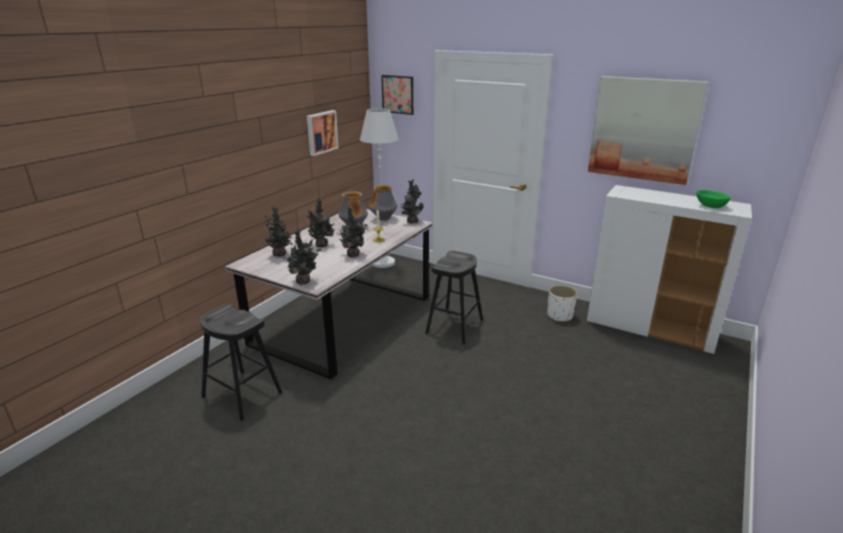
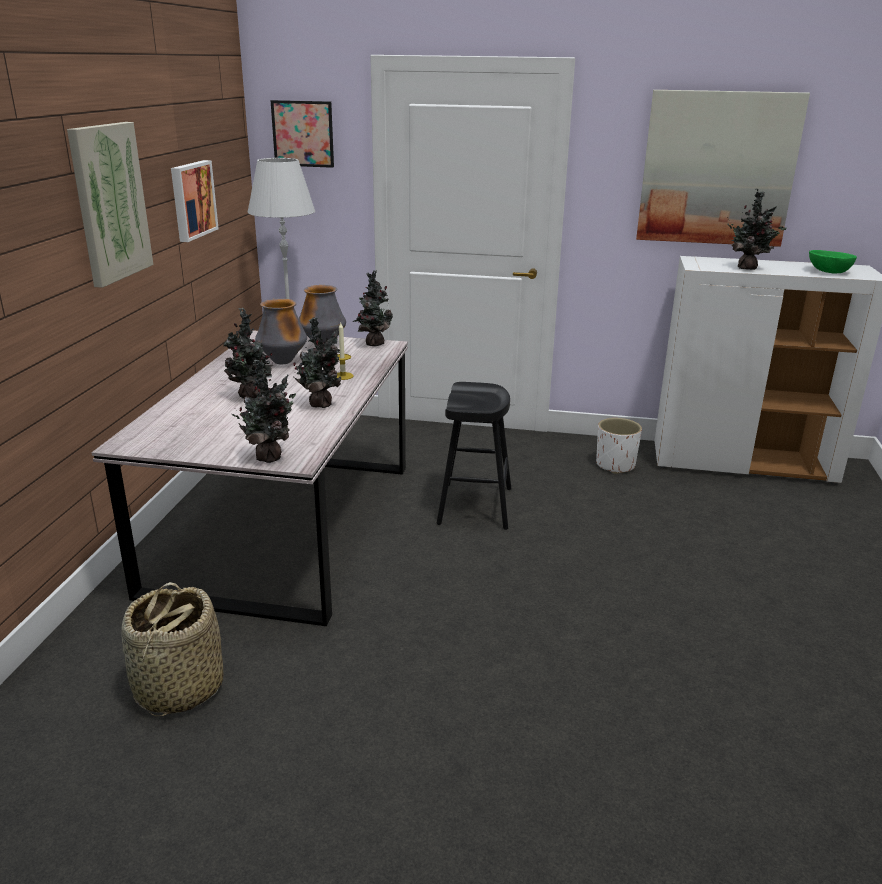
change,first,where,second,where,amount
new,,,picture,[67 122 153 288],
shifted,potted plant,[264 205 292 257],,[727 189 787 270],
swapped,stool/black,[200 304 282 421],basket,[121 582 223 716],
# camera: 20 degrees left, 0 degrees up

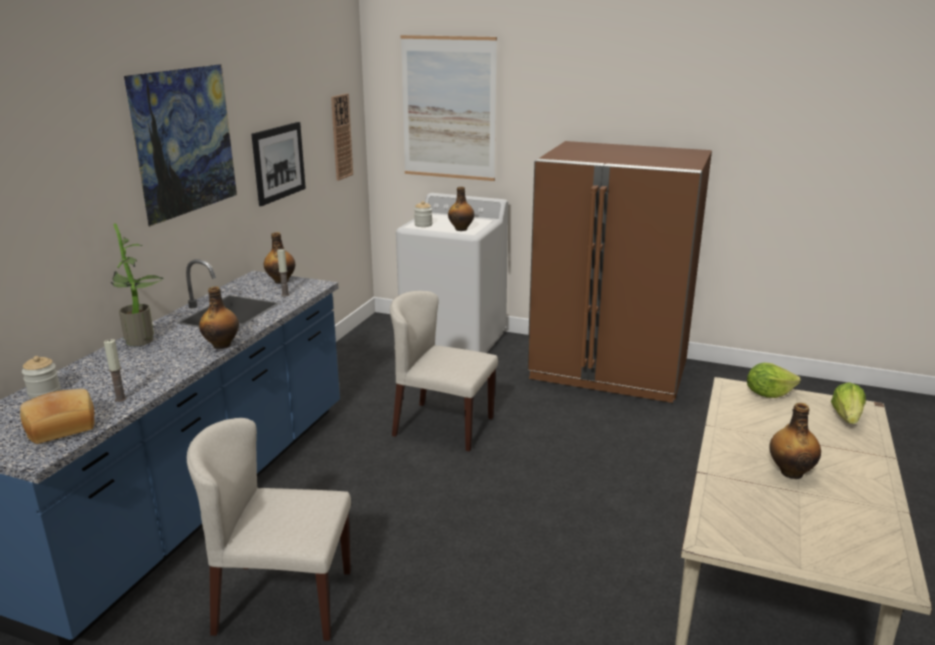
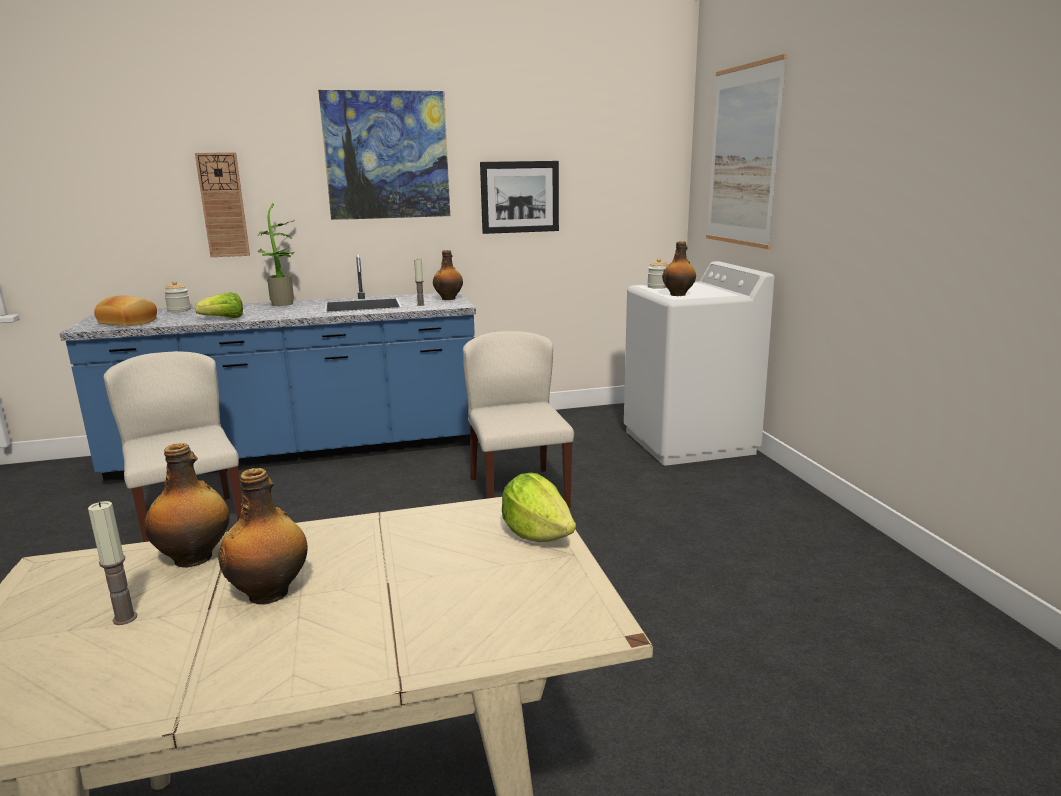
change,first,where,second,where,amount
gone,fridge/brown,[527 141 712 403],,,
shifted,candle,[104 339 127 402],,[88 501 137 625],
shifted,bottle,[199 286 239 349],,[144 443 230 568],
shifted,wall clock,[331 93 353 181],,[195 152 250 257],
shifted,lettuce,[831 382 866 424],,[195 292 243 318],
# camera: 55 degrees right, 5 degrees down

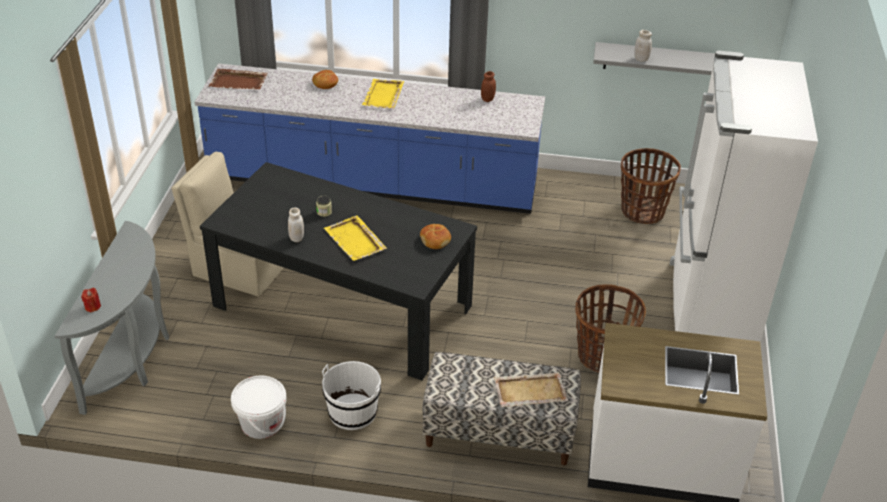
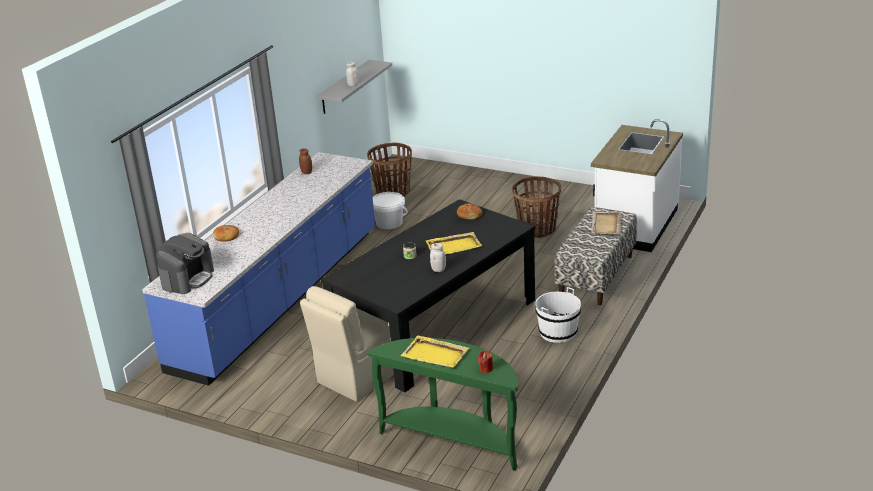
change,first,where,second,where,amount
gone,fridge/white,[670 51 818 342],,,
shifted,bucket/white,[231 376 287 439],,[373 192 408 230],
shifted,tray/yellow,[362 79 404 108],,[401 336 469 368],
swapped,tray/brown,[209 69 268 89],coffee machine,[156 233 214 294],
repainted,console table/grey,[55 221 169 415],console table/green,[367 338 518 471],
# camera: 70 degrees left, 10 degrees down

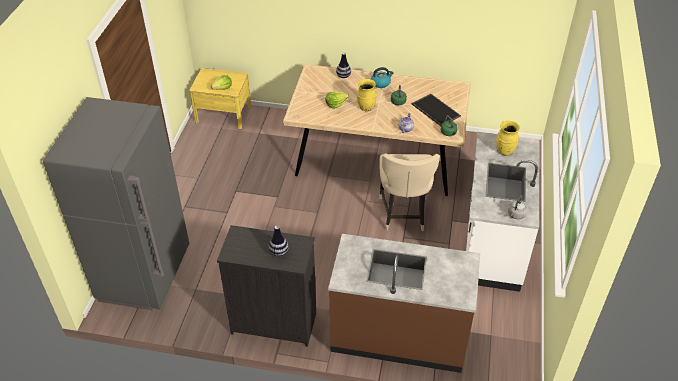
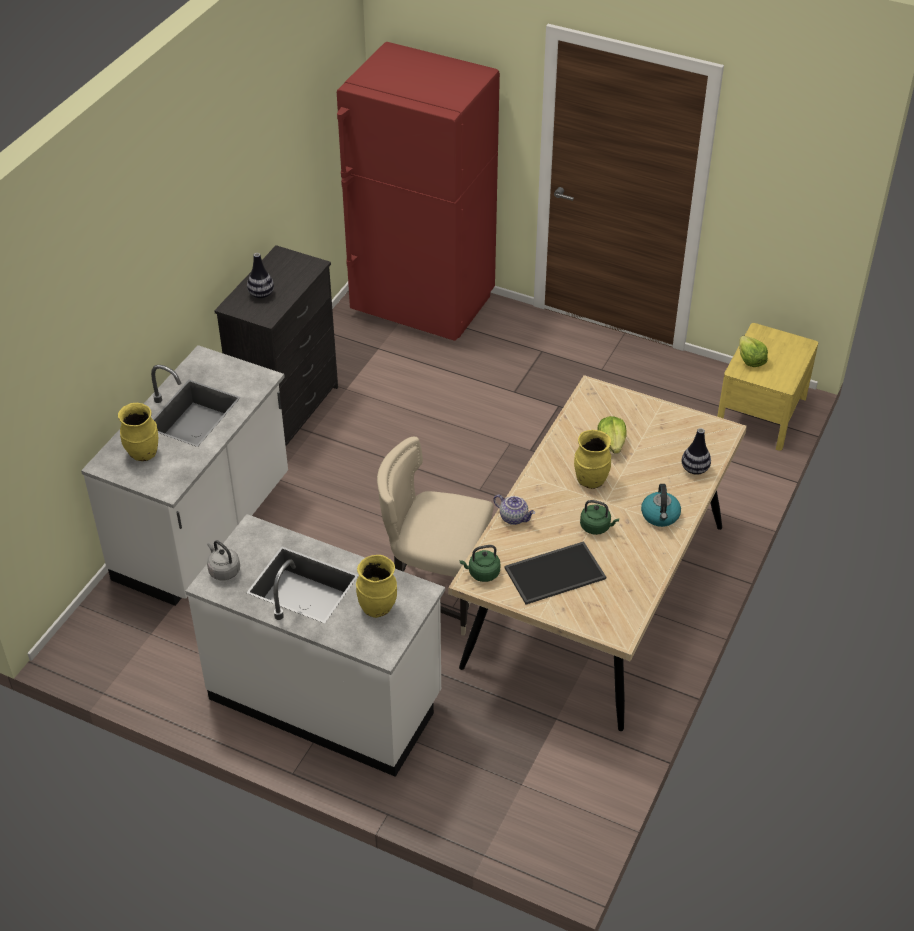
change,first,where,second,where,amount
new,,,vase/yellow,[118 403 158 461],
repainted,fridge/grey,[43 97 189 310],fridge/red,[337 42 500 341],
repainted,counter/brown,[328 234 480 373],counter/white,[81 345 288 606],
# camera: 105 degrees right, 0 degrees up

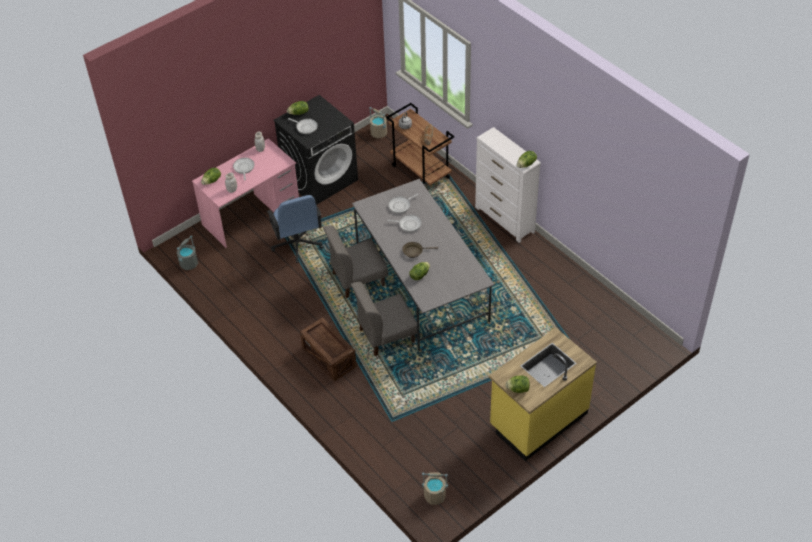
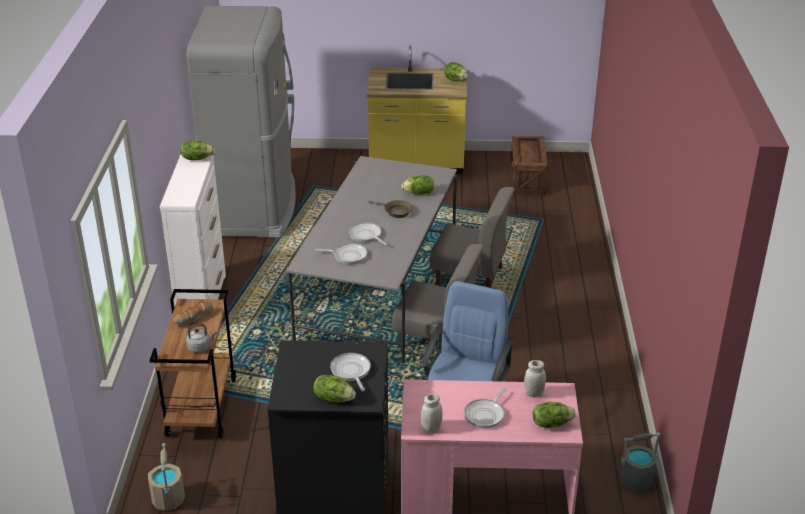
change,first,where,second,where,amount
gone,bucket/beige,[422 472 448 505],,,
new,,,fridge/grey,[187 6 296 237],
shifted,crate,[300 317 357 381],,[511 136 548 195],
# camera: 140 degrees left, 15 degrees down

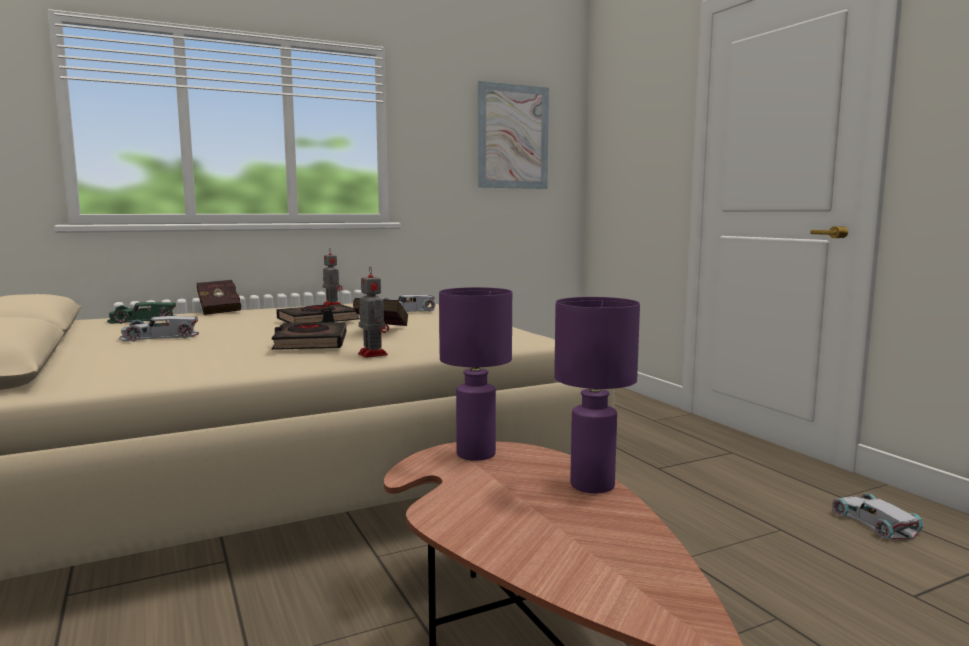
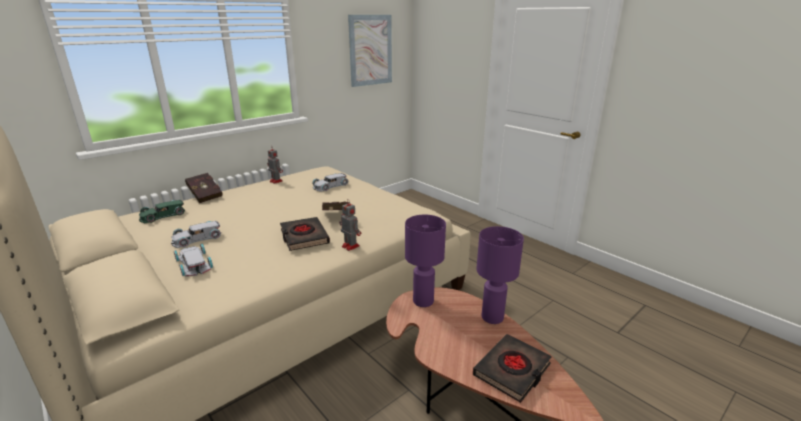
change,first,where,second,where,amount
shifted,book/black,[276 304 360 323],,[473 334 552 403],
shifted,toy car/white,[832 493 924 540],,[174 243 213 277],
# camera: 15 degrees left, 15 degrees up

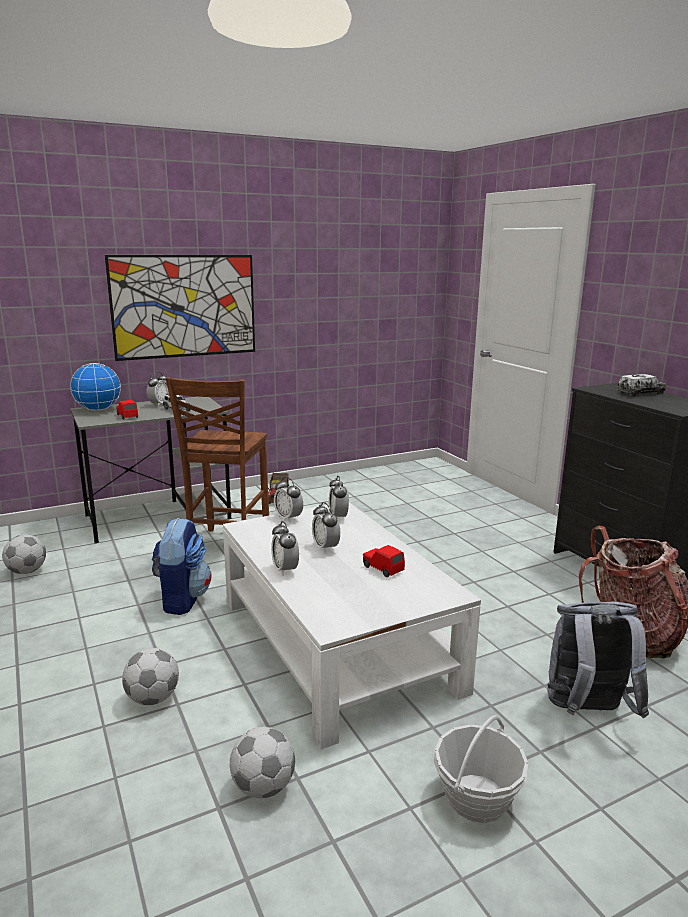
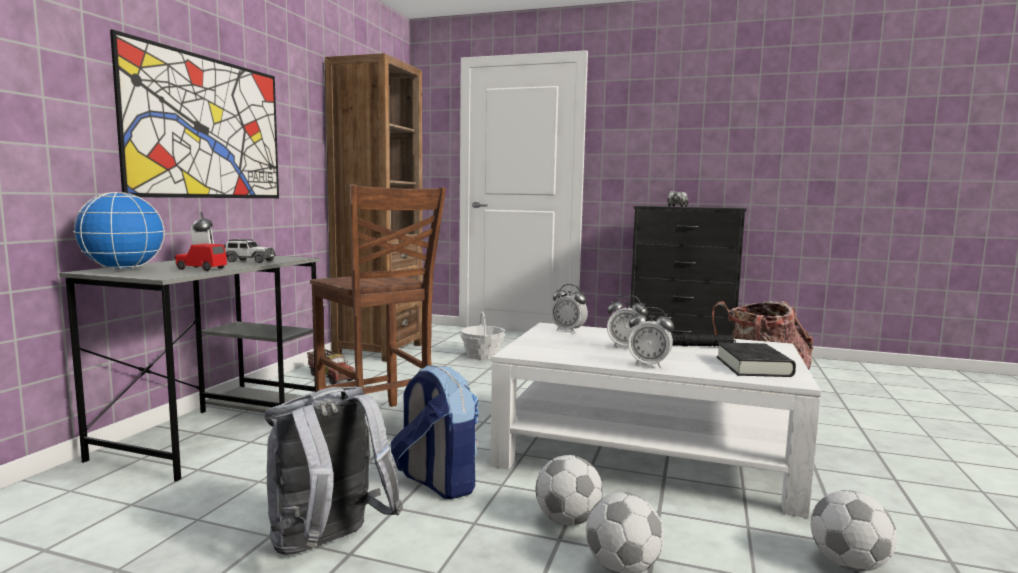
change,first,where,second,where,amount
gone,alarm clock,[274 477 303 522],,,
new,,,bookcase/brown,[325 53 422 362],
new,,,book/black,[716 342 796 377],
shifted,football,[2 534 46 574],,[536 455 603 526],
shifted,basket,[434 715 528 823],,[460 312 505 360],
shifted,backpack/grey,[547 601 649 718],,[265 386 403 555],
swapped,toy car/red,[363 545 405 577],flashlight/black,[671 333 736 347],
# camera: 45 degrees left, 10 degrees down

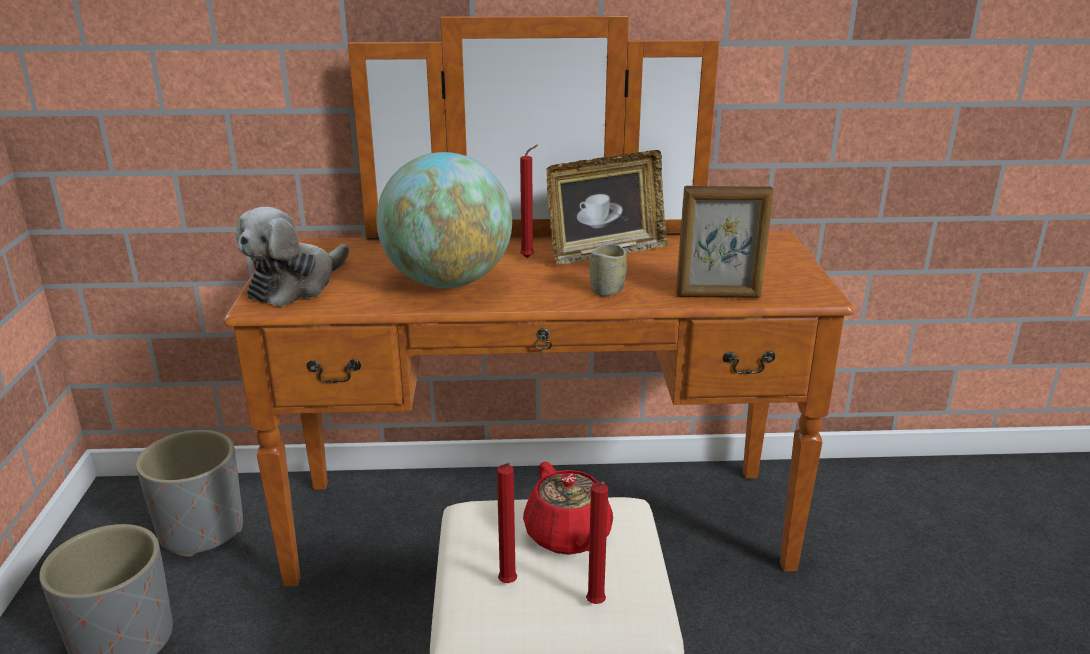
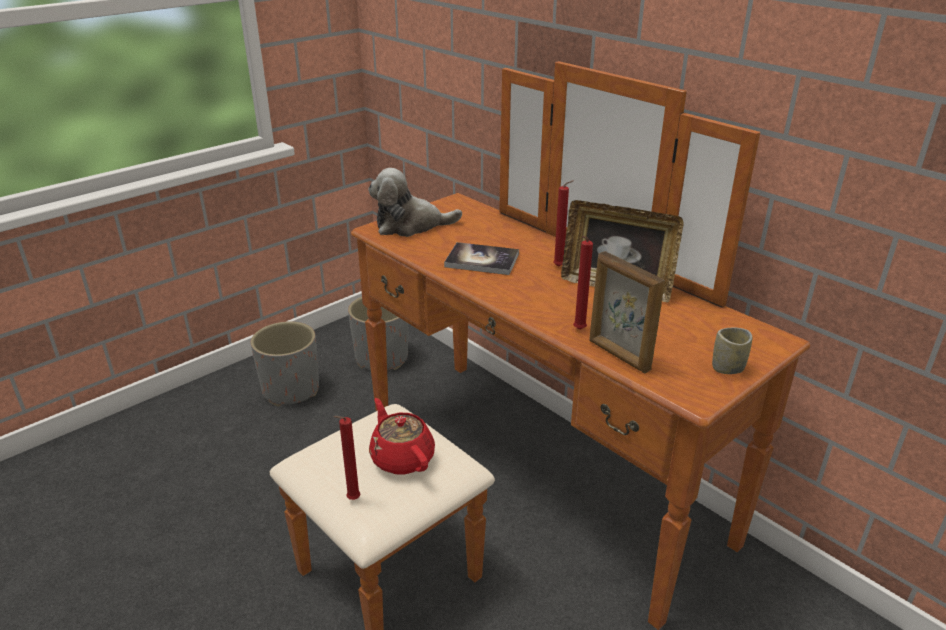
change,first,where,second,where,amount
shifted,candle/red,[497 462 517 583],,[573 236 593 330],
shifted,cup,[590 244 627 296],,[712 328 752 374],
swapped,globe,[376 152 512 288],book,[444 242 519 275],
rotated,teapot/red,[523 462 613 555],,[369 398 435 474],120 degrees clockwise
# camera: 50 degrees right, 5 degrees up

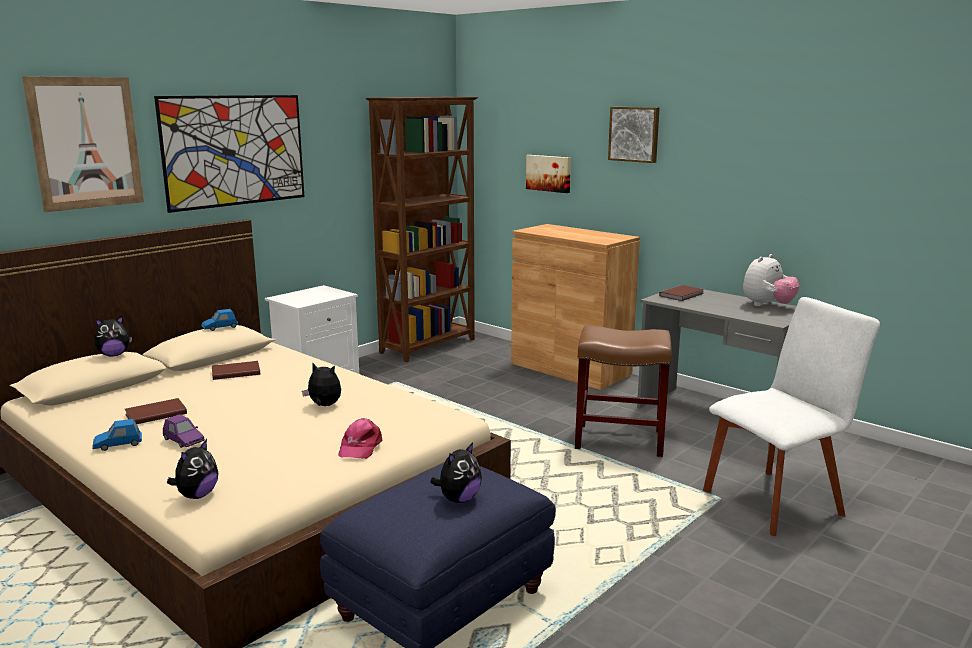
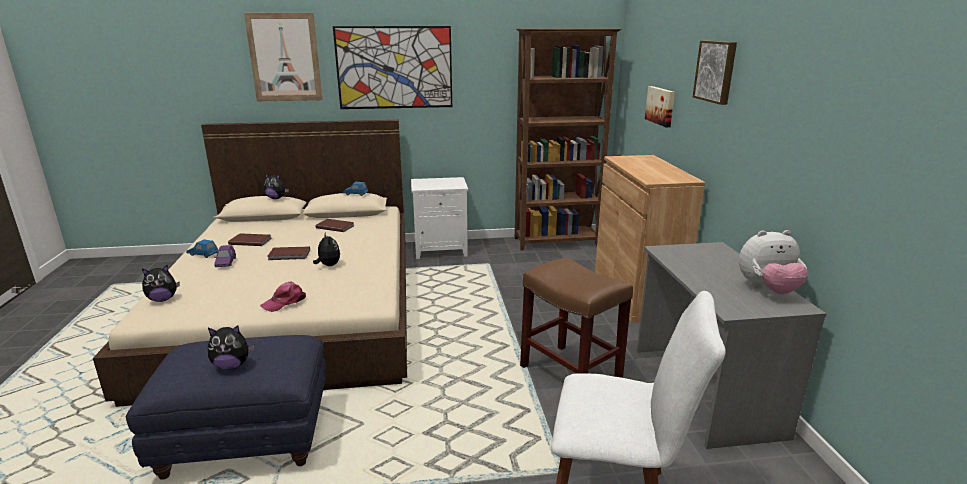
change,first,where,second,where,amount
shifted,book/brown,[659 285 704 301],,[268 246 310 260],
# camera: 40 degrees right, 5 degrees up

